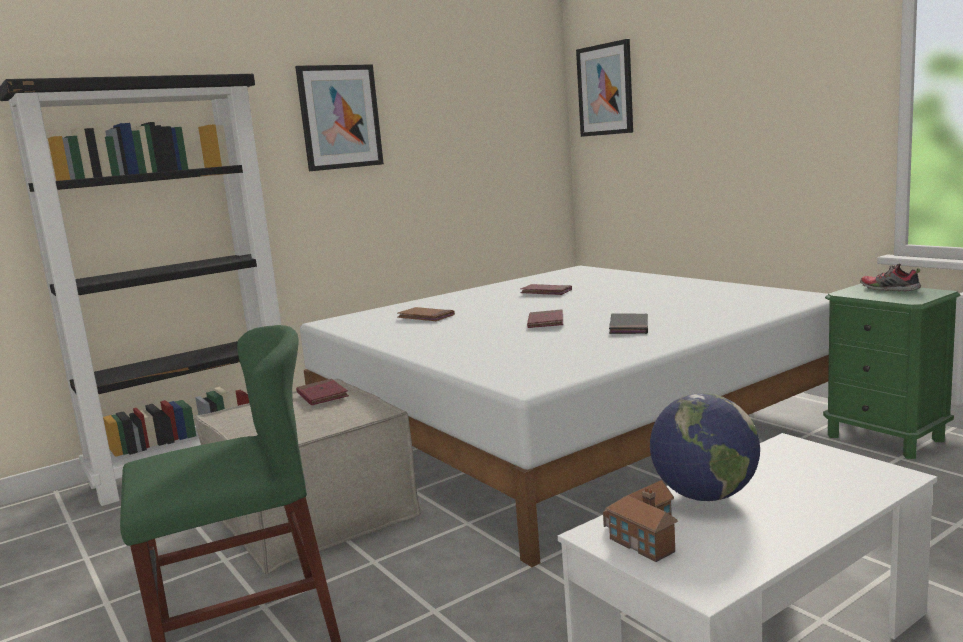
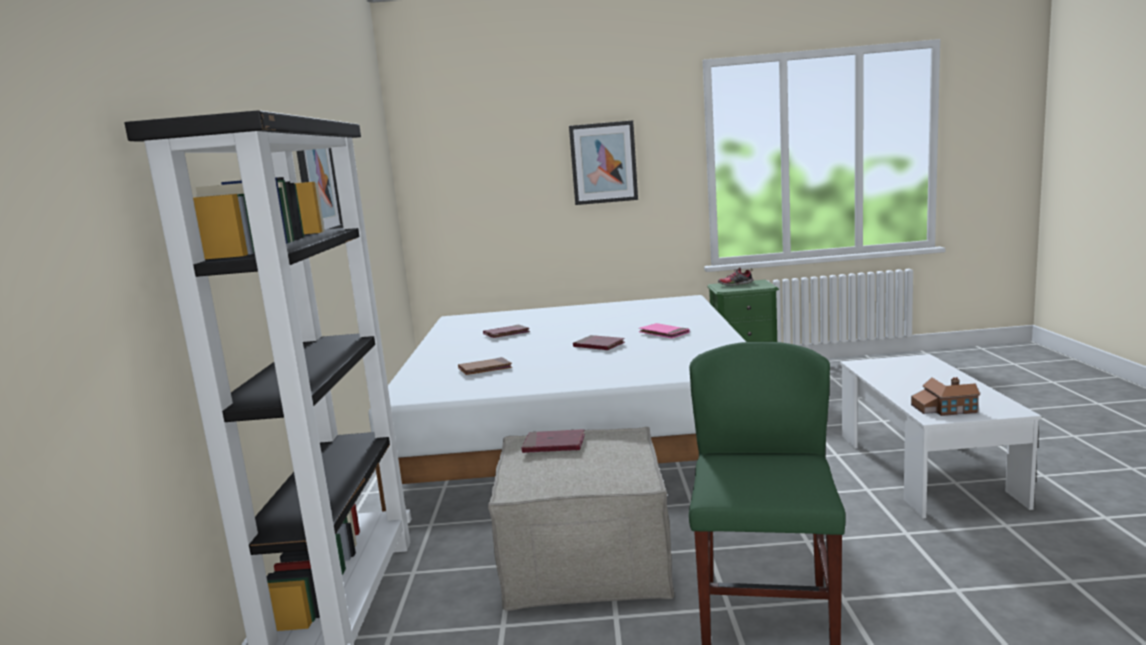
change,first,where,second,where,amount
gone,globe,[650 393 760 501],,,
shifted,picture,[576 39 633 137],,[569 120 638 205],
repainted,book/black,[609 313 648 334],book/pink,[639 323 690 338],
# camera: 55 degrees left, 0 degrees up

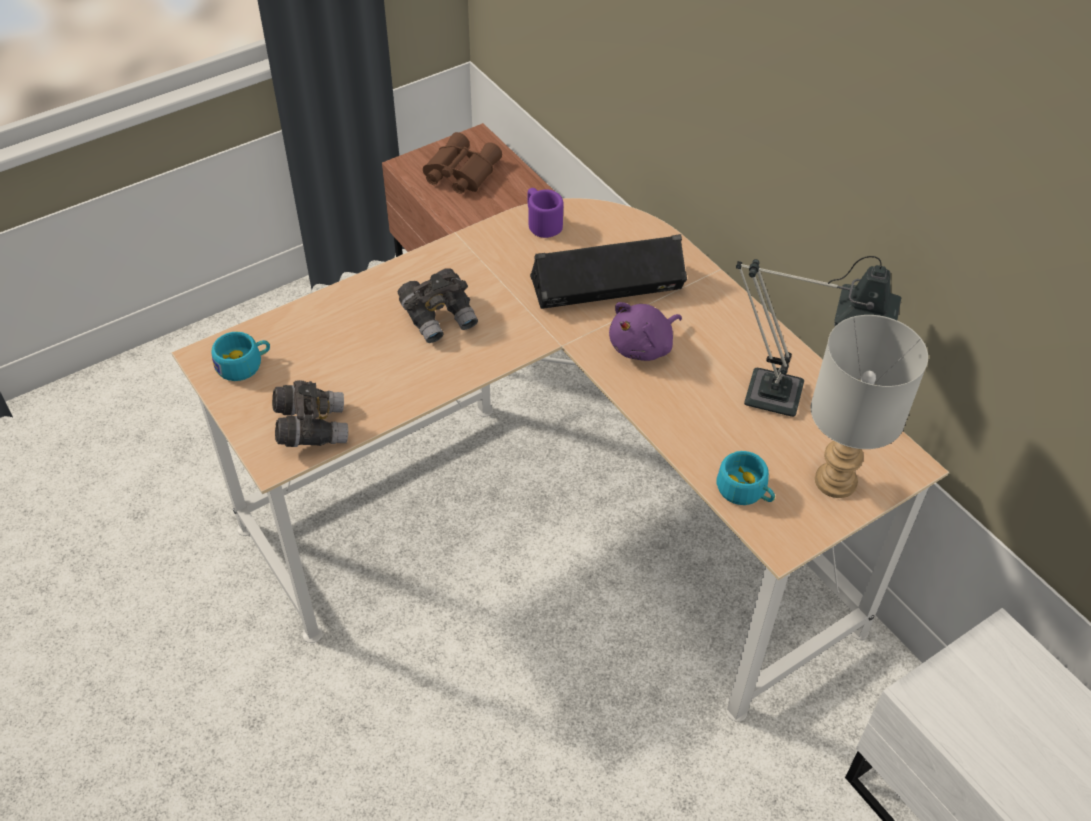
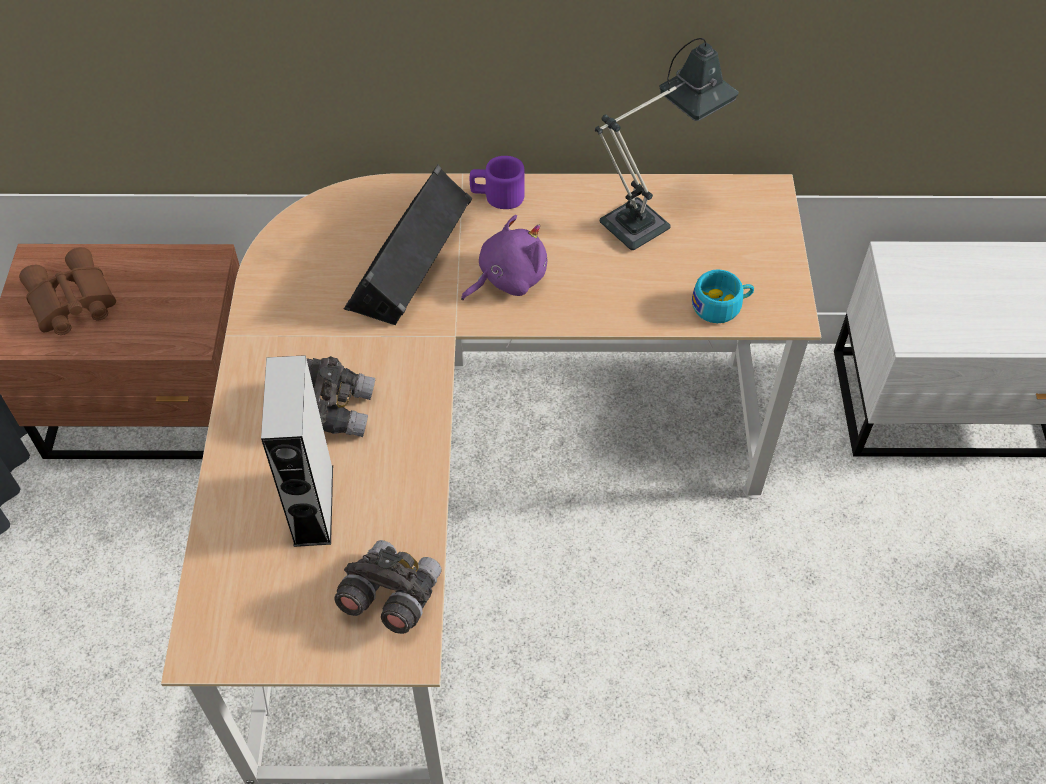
change,first,where,second,where,amount
gone,cup/turquoise,[211 332 270 381],,,
gone,table lamp/grey,[811 315 928 498],,,
new,,,speaker/grey,[261 355 333 547],
shifted,mug/purple,[527 188 563 238],,[470 156 525 209],
rotated,plush toy/purple,[609 302 682 361],,[461 215 547 300],120 degrees counterclockwise
# camera: 55 degrees left, 5 degrees up

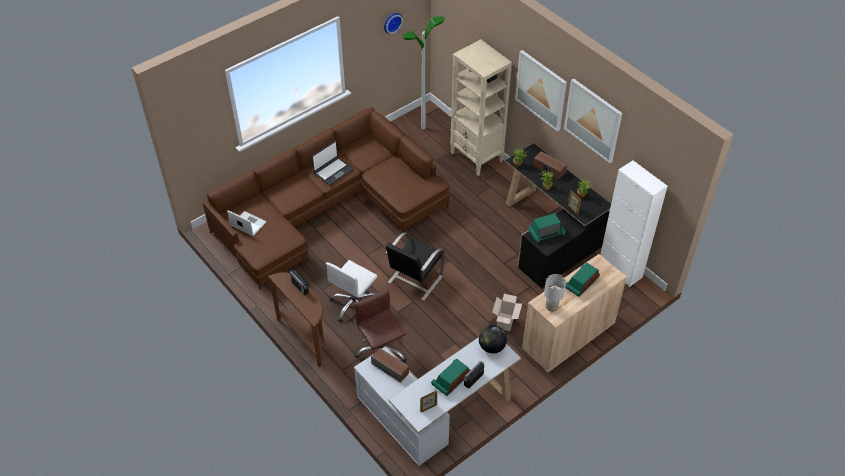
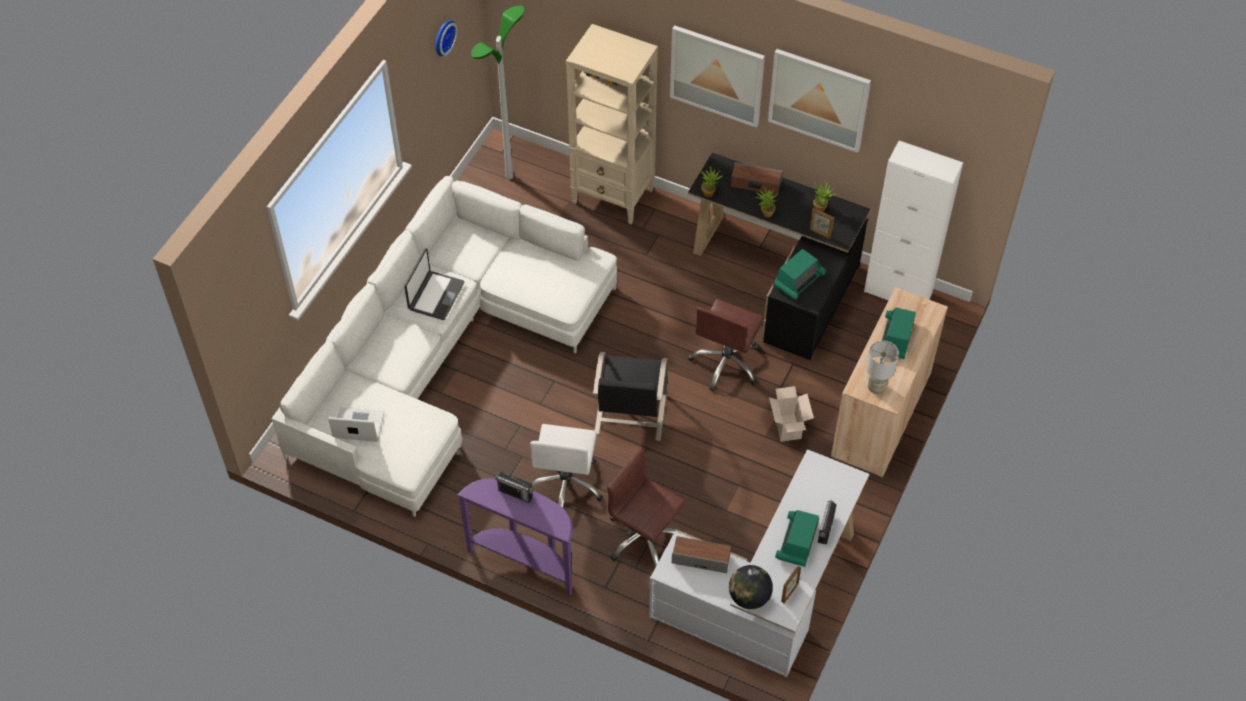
change,first,where,second,where,amount
new,,,office chair/brown,[688 299 765 392],
shifted,globe,[479 325 507 354],,[729 565 773 609],
repainted,sofa/brown,[202 107 450 289],sofa/white,[272 176 617 517],
repainted,console table/brown,[268 272 324 367],console table/purple,[456 479 573 596],
# camera: 25 degrees left, 5 degrees up

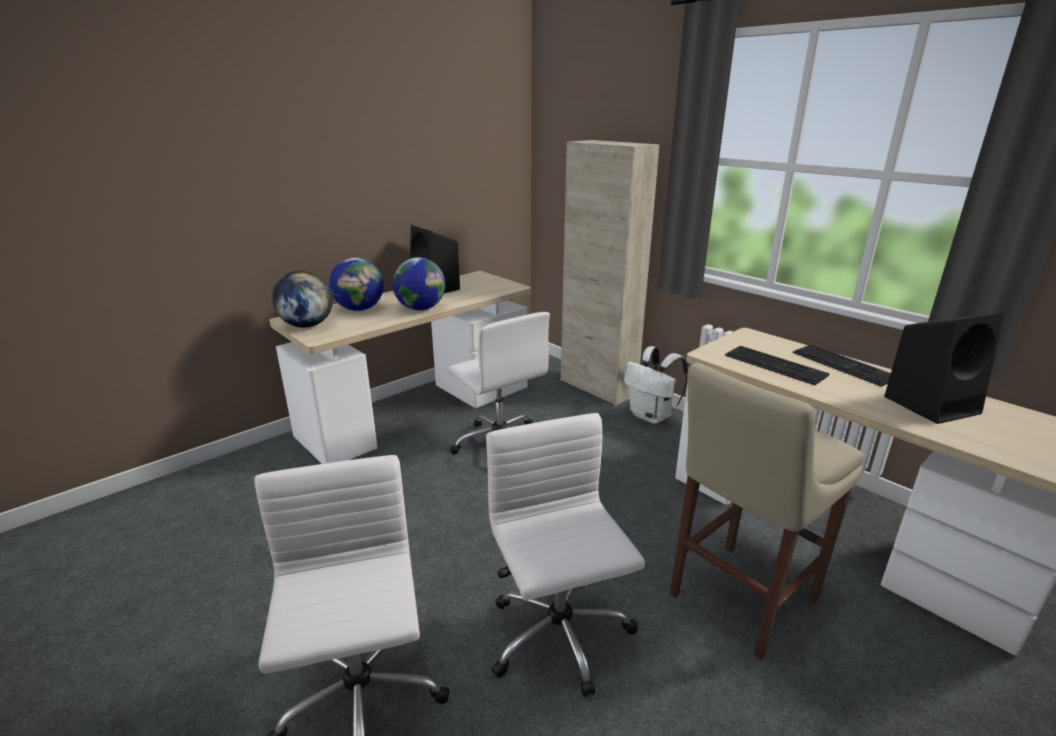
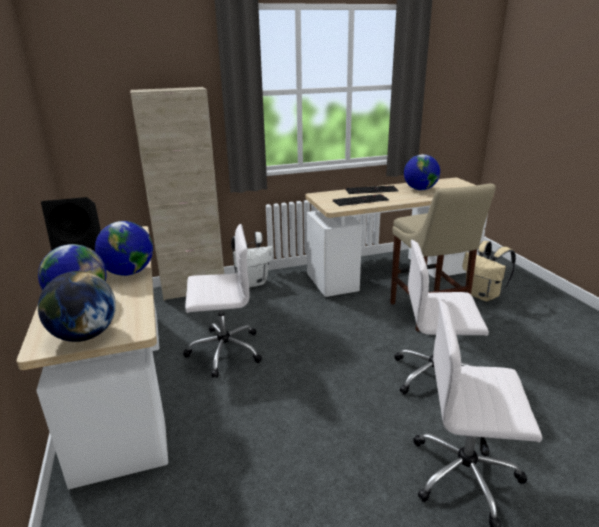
change,first,where,second,where,amount
new,,,backpack/beige,[462 241 516 302],
swapped,speaker/black,[884 313 1004 424],globe,[404 154 440 190],
# camera: 65 degrees left, 0 degrees up

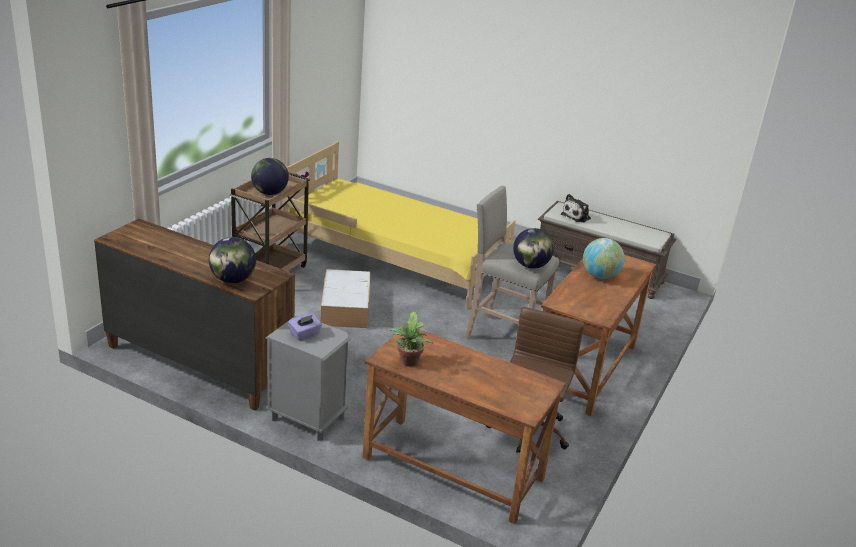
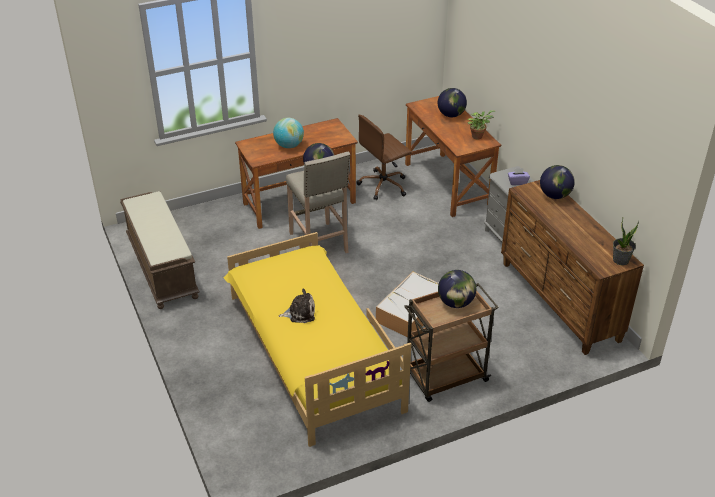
change,first,where,second,where,amount
new,,,globe,[438 88 467 117],
new,,,potted plant,[613 218 639 265],
shifted,plush toy,[561 194 591 223],,[279 289 315 323],
# camera: 140 degrees left, 10 degrees up

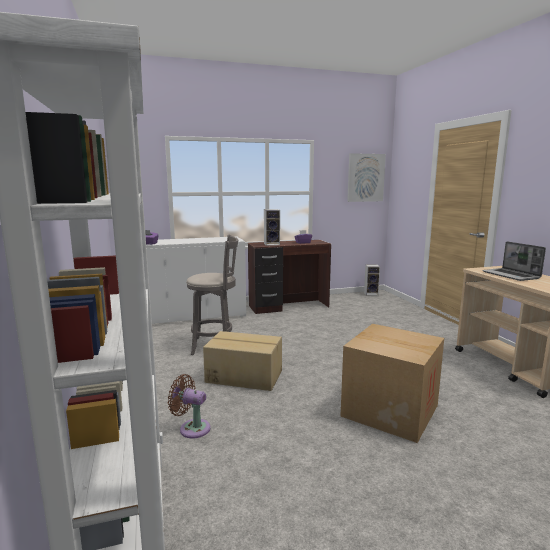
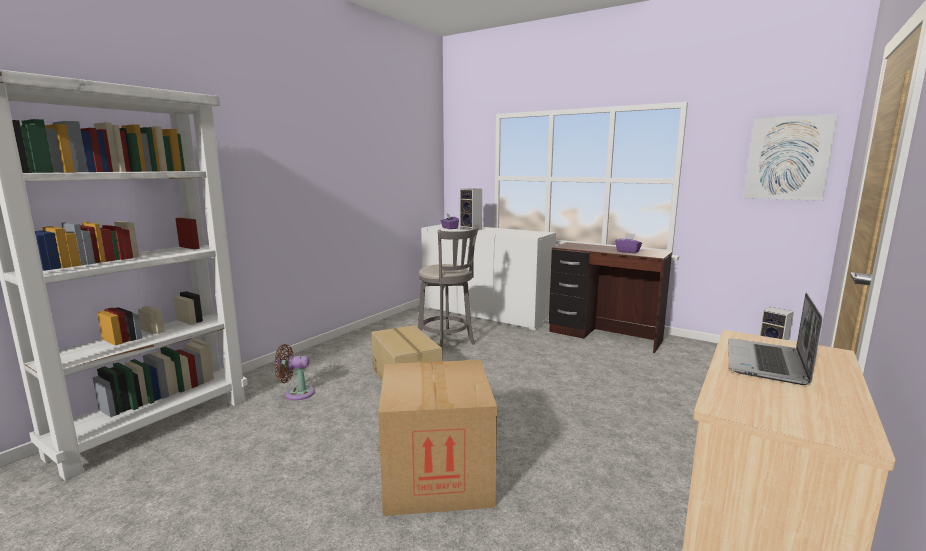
change,first,where,second,where,amount
shifted,speaker,[264 209 280 246],,[460 188 482 231],
rotated,fan/brown,[168 374 210 438],,[275 344 315 400],75 degrees counterclockwise
# camera: 50 degrees right, 0 degrees up

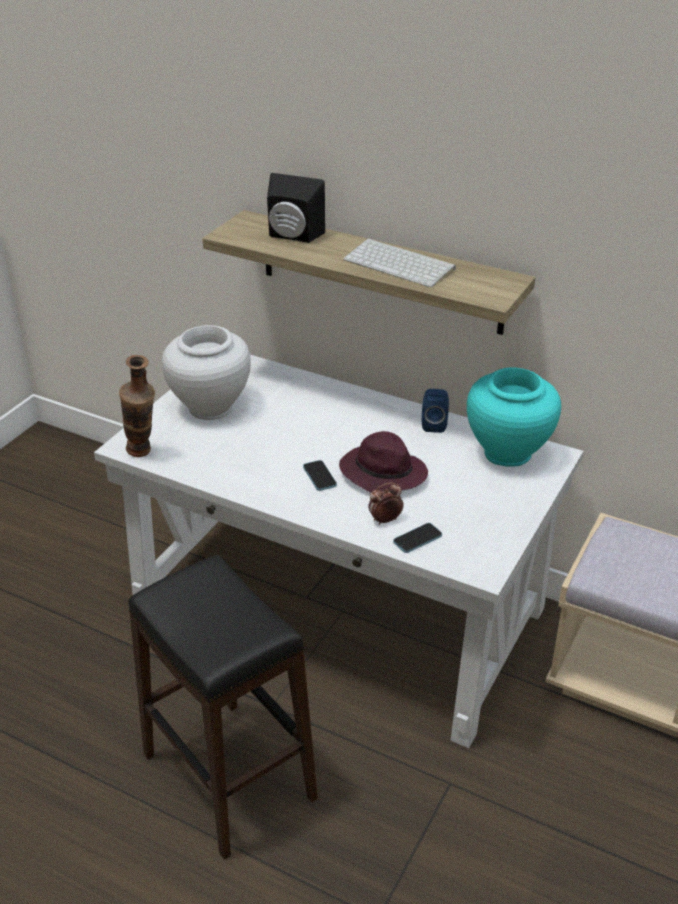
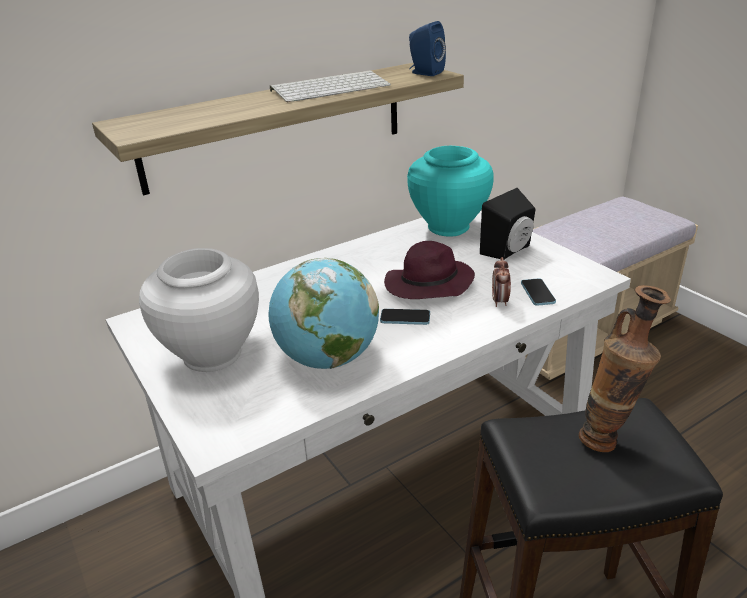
change,first,where,second,where,amount
new,,,globe,[269 258 379 369],
shifted,vase,[119 355 155 457],,[579 285 671 452],
shifted,speaker/black,[267 173 325 243],,[480 188 536 260],
shifted,speaker/blue,[422 389 449 433],,[409 21 446 76],
# camera: 60 degrees left, 5 degrees down

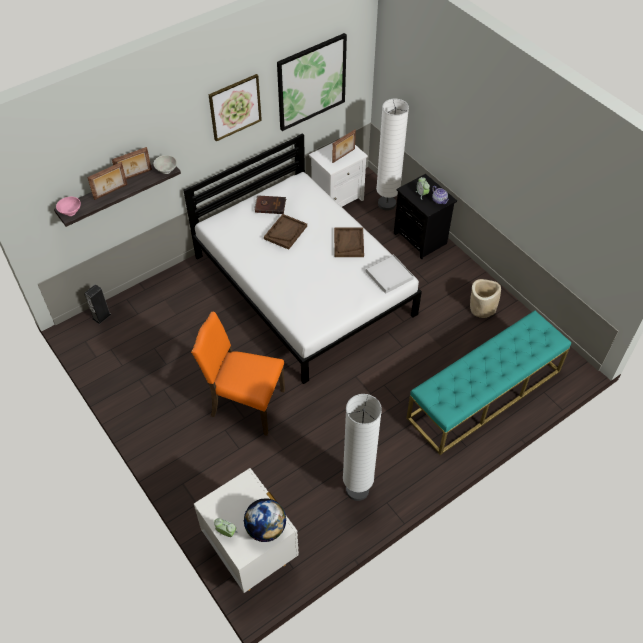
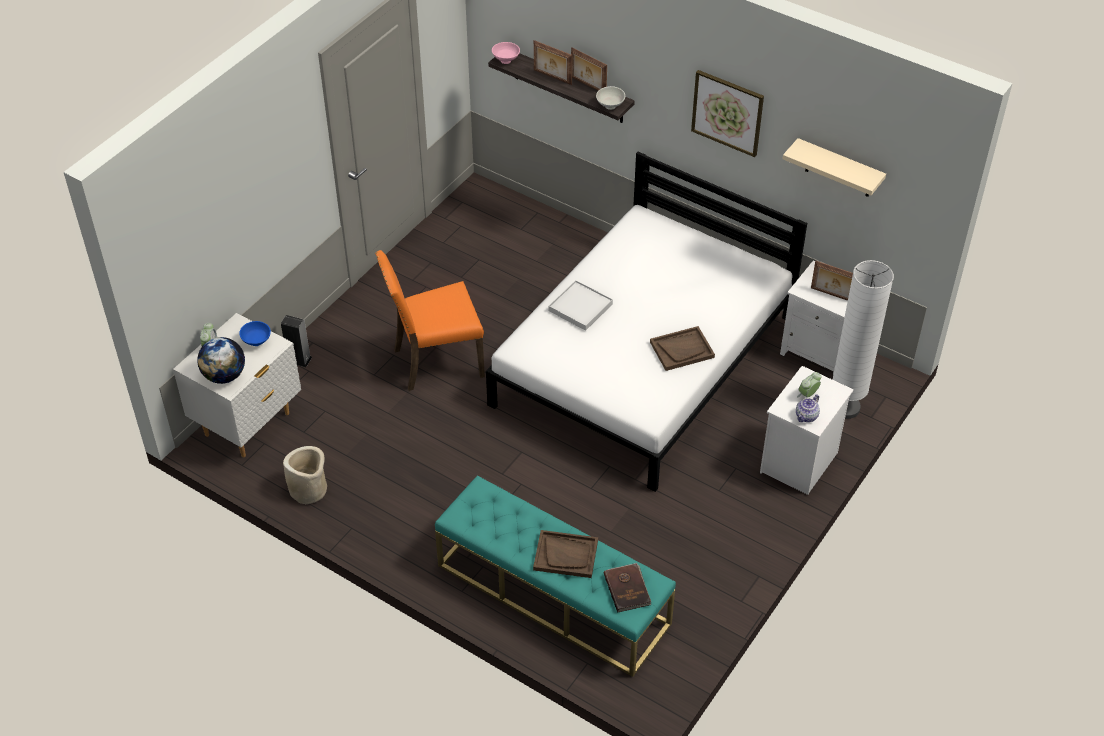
change,first,where,second,where,amount
gone,floor lamp/white,[343 394 382 501],,,
new,,,bowl/blue,[239 321 271 346],
shifted,speaker,[84 284 111 324],,[281 315 312 367],
shifted,book/brown,[254 195 286 214],,[604 563 651 613],
shifted,tray/brown,[264 214 307 250],,[533 530 598 578],
shifted,tray/white,[366 254 414 294],,[548 280 613 331],
shifted,planter/beige,[470 279 501 318],,[283 446 327 504],
swapped,picture,[277 33 347 131],shelf/beige,[782 138 886 197],
repainted,nightstand/black,[394 174 457 259],nightstand/white,[760 366 854 495],
rotated,chair/orange,[191 312 285 436],,[375 250 485 391],105 degrees counterclockwise
# camera: 70 degrees right, 5 degrees down

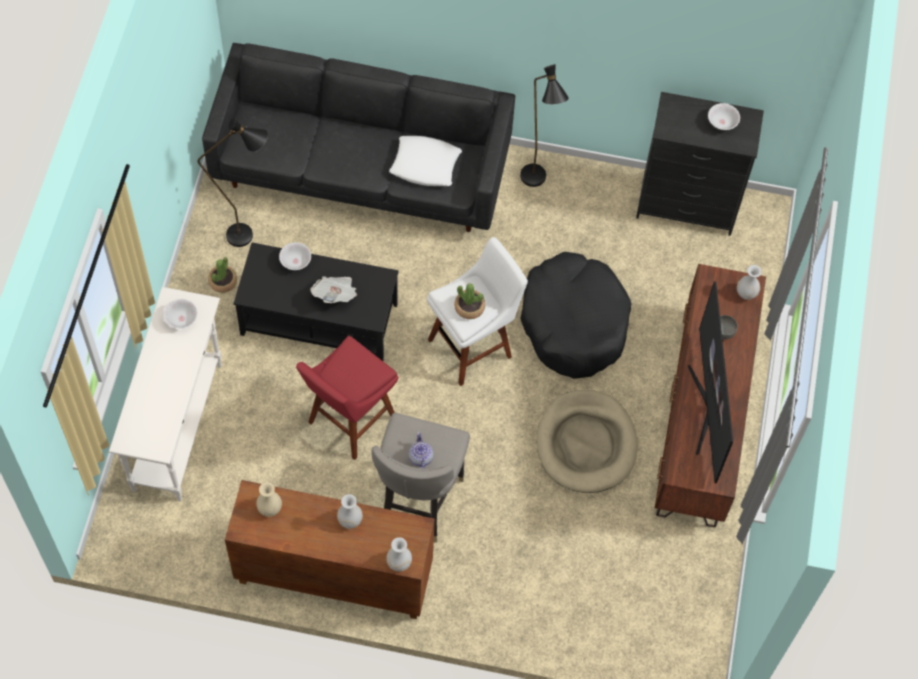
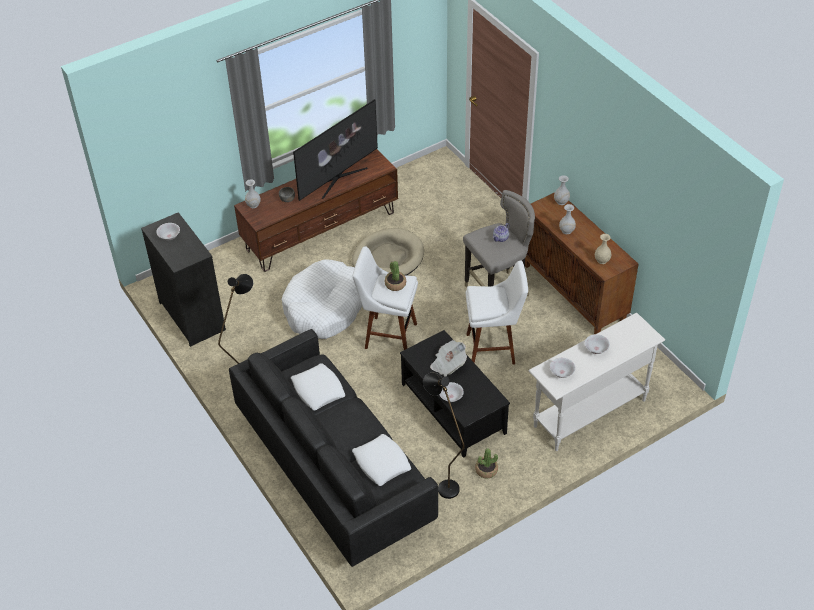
change,first,where,second,where,amount
new,,,pillow/white,[352 434 411 486],
new,,,bowl/white,[585 334 610 354],
repainted,stool/red,[296 336 399 460],stool/white,[466 261 528 365],
repainted,dog bed/black,[520 252 631 379],dog bed/white,[282 259 362 339],
# camera: 130 degrees left, 15 degrees down

